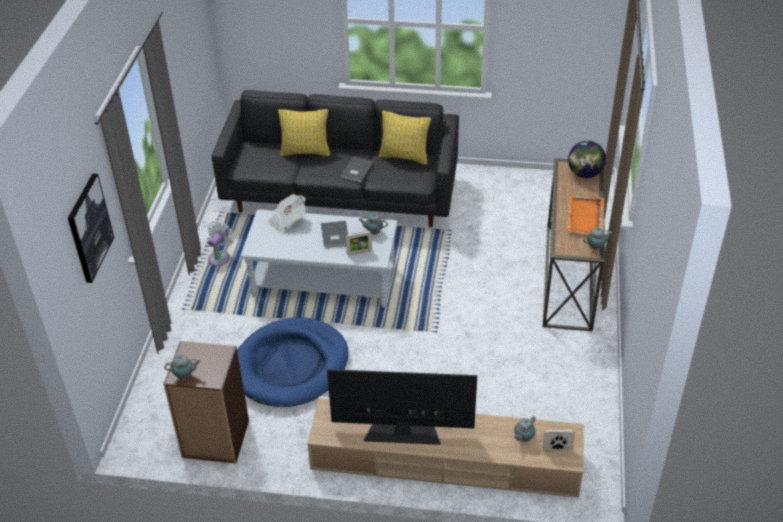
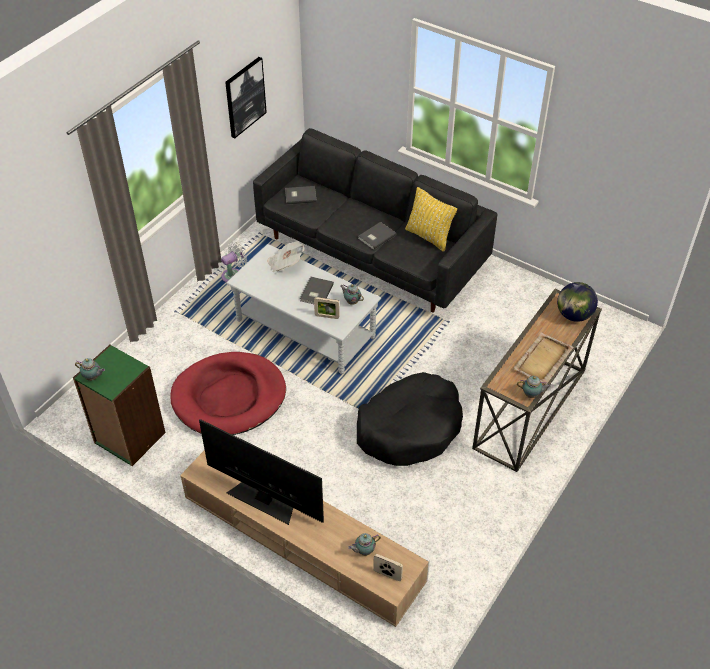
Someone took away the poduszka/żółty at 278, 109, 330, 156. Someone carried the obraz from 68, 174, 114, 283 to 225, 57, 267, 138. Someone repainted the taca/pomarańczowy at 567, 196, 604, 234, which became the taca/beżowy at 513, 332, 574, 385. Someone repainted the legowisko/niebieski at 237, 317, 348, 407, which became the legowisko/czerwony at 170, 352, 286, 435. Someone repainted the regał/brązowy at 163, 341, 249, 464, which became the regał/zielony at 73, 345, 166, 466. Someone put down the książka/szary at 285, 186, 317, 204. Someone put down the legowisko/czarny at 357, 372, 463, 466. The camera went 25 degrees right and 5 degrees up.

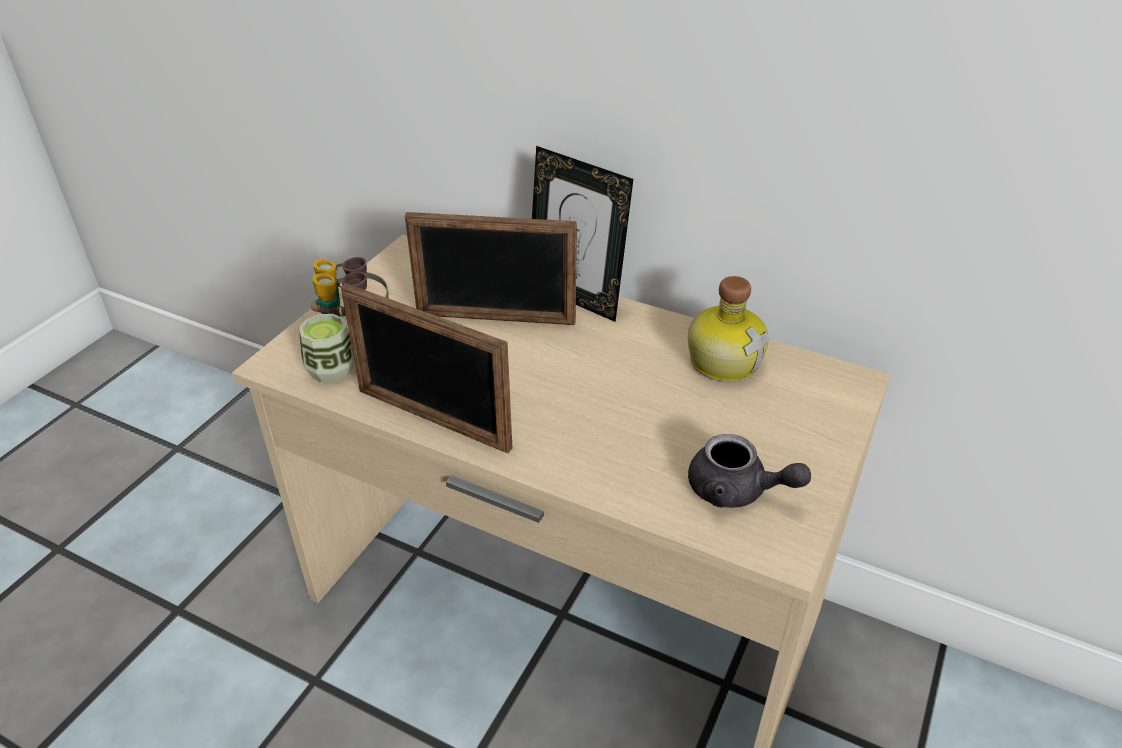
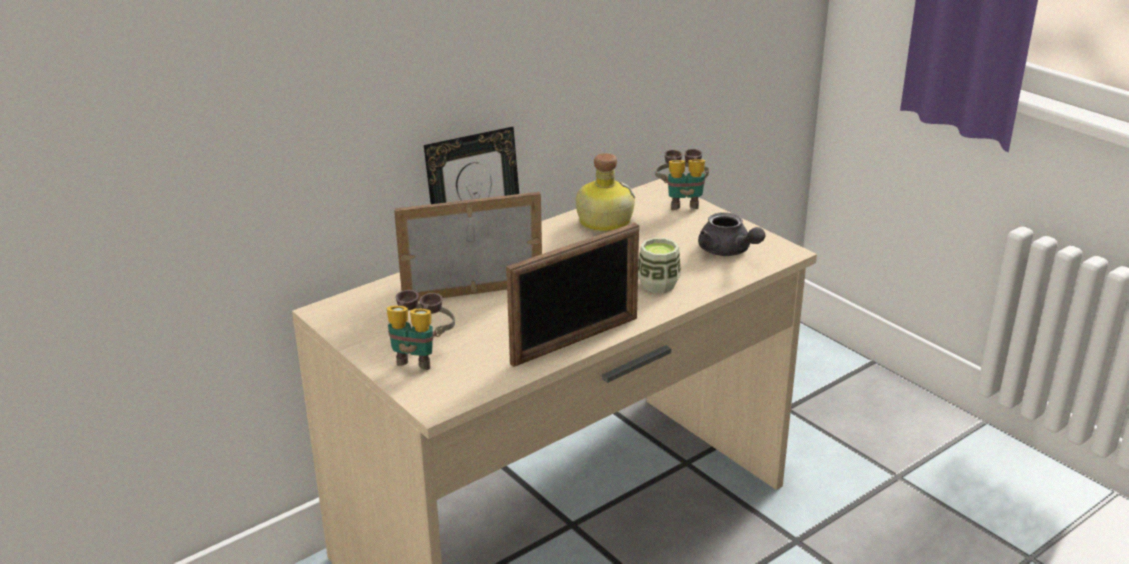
Someone rotated the ramka na zdjęcie at 405, 212, 577, 325 by 135 degrees counterclockwise. Someone carried the filiżanka from 299, 314, 354, 383 to 638, 238, 681, 293. Someone rotated the imbryk/szary at 688, 434, 811, 508 by 90 degrees clockwise. Someone put down the lornetka at 655, 149, 709, 210. The camera went 65 degrees left and 10 degrees down.

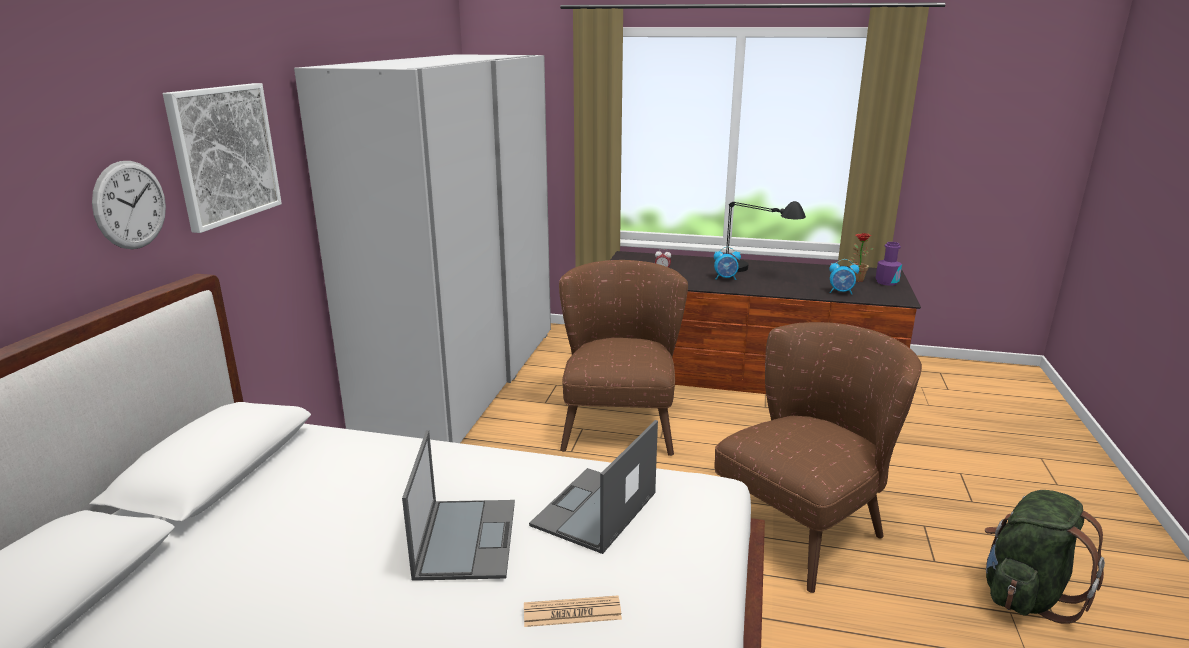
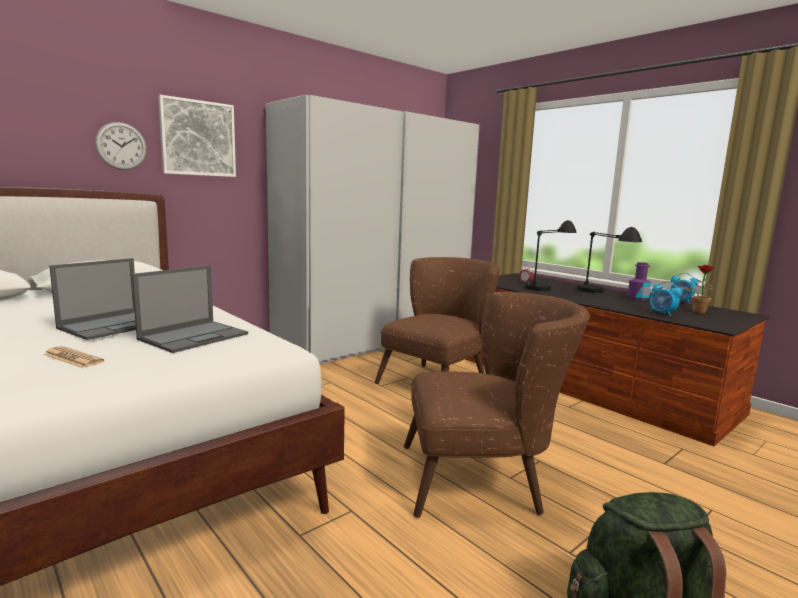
Someone carried the butelka/fioletowy from 876, 242, 902, 286 to 628, 262, 651, 300. Someone carried the budzik from 714, 247, 741, 280 to 670, 273, 698, 304. Someone rotated the laptop at 529, 420, 658, 554 by 150 degrees clockwise. Someone put down the lampa stołowa/czarny at 525, 220, 577, 291. The camera went 35 degrees right and 10 degrees down.

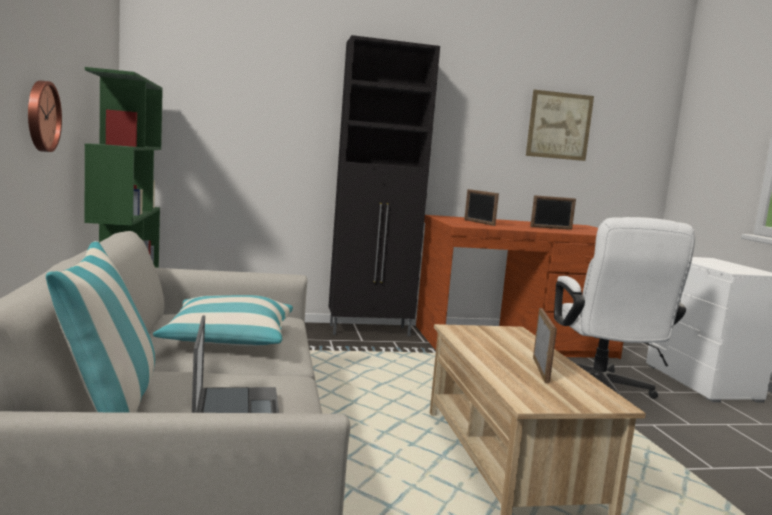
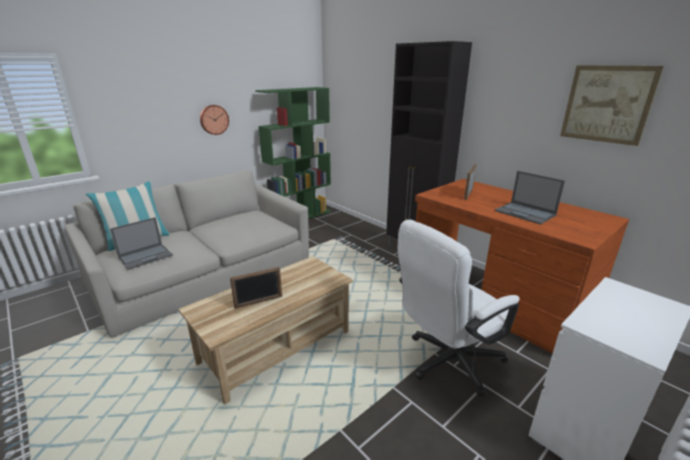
Someone swapped the ramka na zdjęcie at 530, 195, 576, 230 for the laptop at 495, 171, 565, 225. Someone took away the poduszka at 153, 295, 293, 346. The camera went 60 degrees right and 15 degrees up.

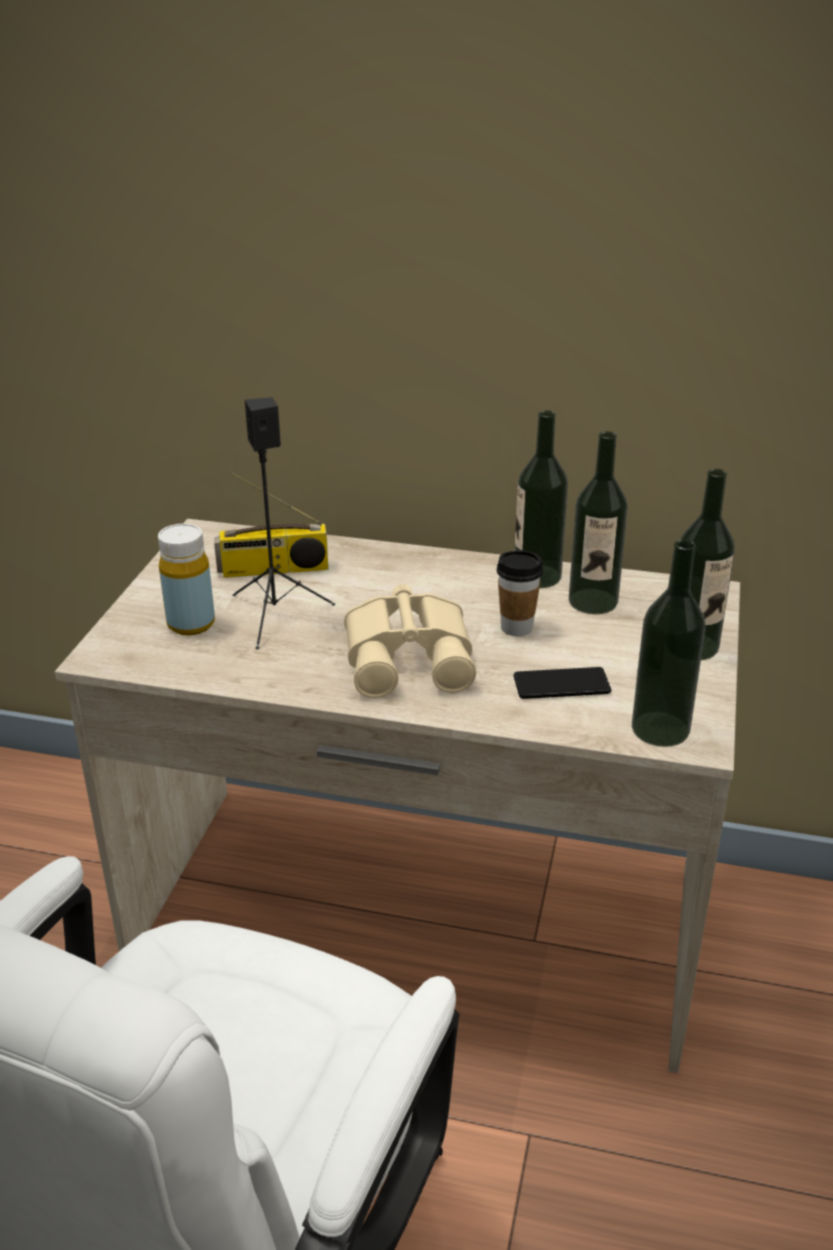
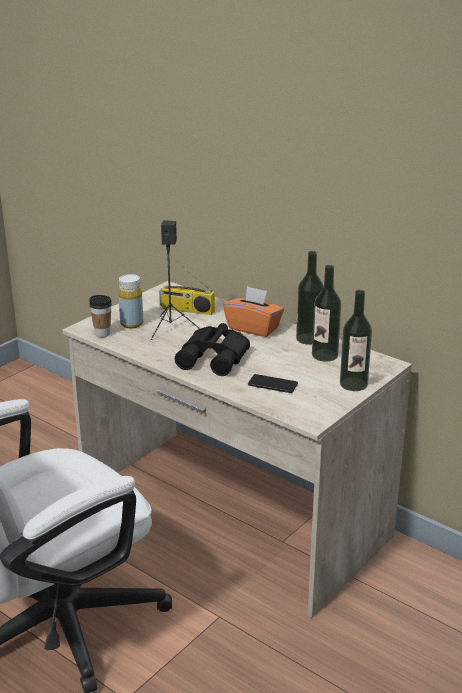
Someone took away the butelka at 632, 539, 706, 747. Someone carried the filiżanka from 497, 550, 543, 636 to 89, 295, 112, 337. Someone repainted the lornetka/beżowy at 344, 584, 476, 698, which became the lornetka/czarny at 175, 323, 250, 376. Someone put down the pudełko chusteczek/pomarańczowy at 223, 286, 284, 337. The camera went 25 degrees right and 5 degrees down.

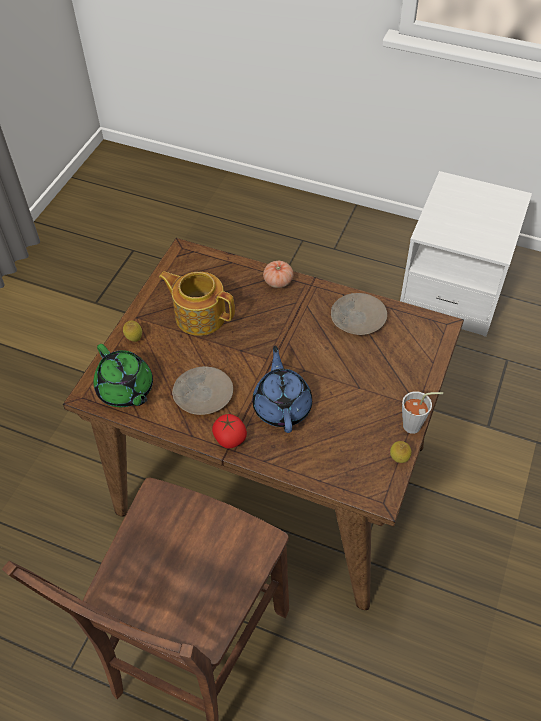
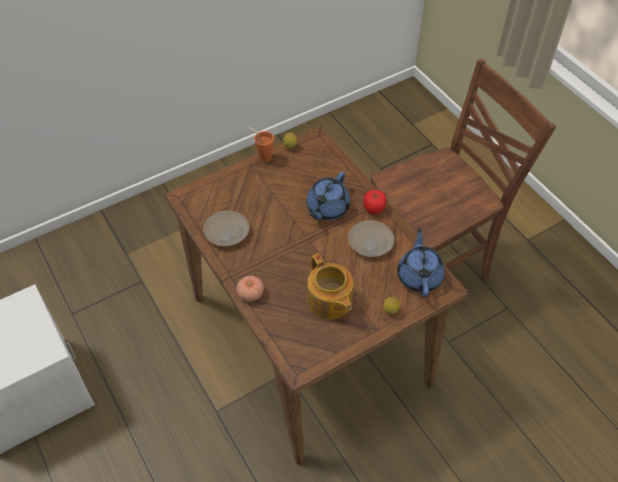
Someone repainted the imbryk/zielony at 93, 344, 153, 407, which became the imbryk/niebieski at 397, 228, 445, 297. Someone repainted the filiżanka/szary at 402, 391, 443, 434, which became the filiżanka/pomarańczowy at 249, 127, 274, 162. The camera went 145 degrees left and 0 degrees up.

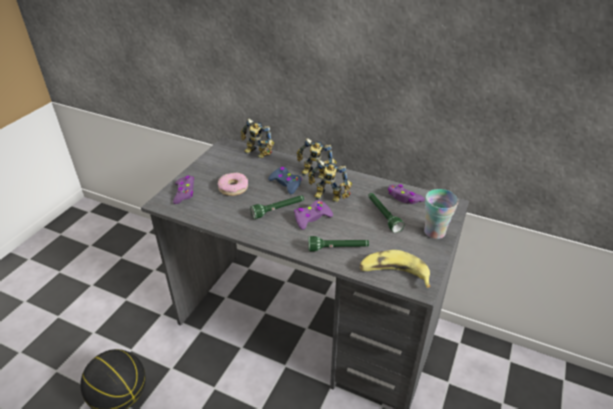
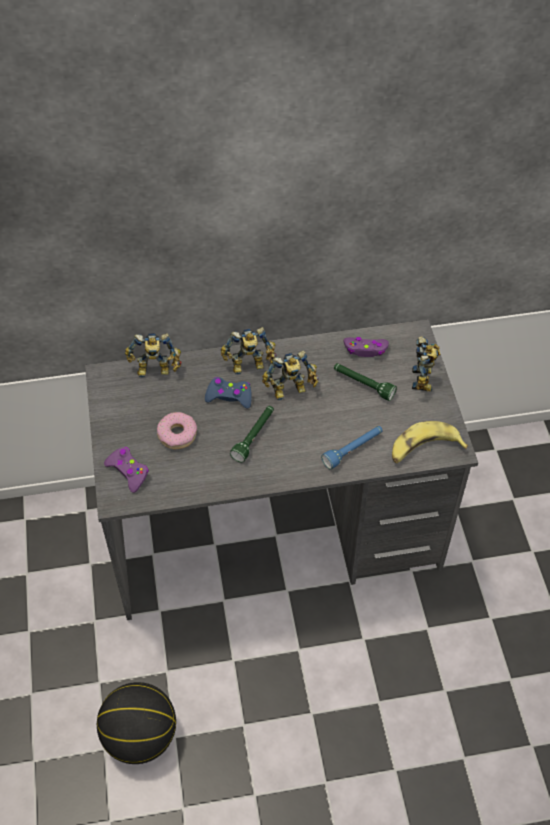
Someone swapped the filiżanka at 424, 189, 458, 239 for the robot zabawkowy at 412, 337, 440, 392. Someone took away the pad do gier/fioletowy at 294, 200, 333, 230. Someone repainted the latarka/zielony at 308, 236, 369, 251, which became the latarka/niebieski at 321, 426, 383, 469. The camera went 35 degrees left and 15 degrees up.

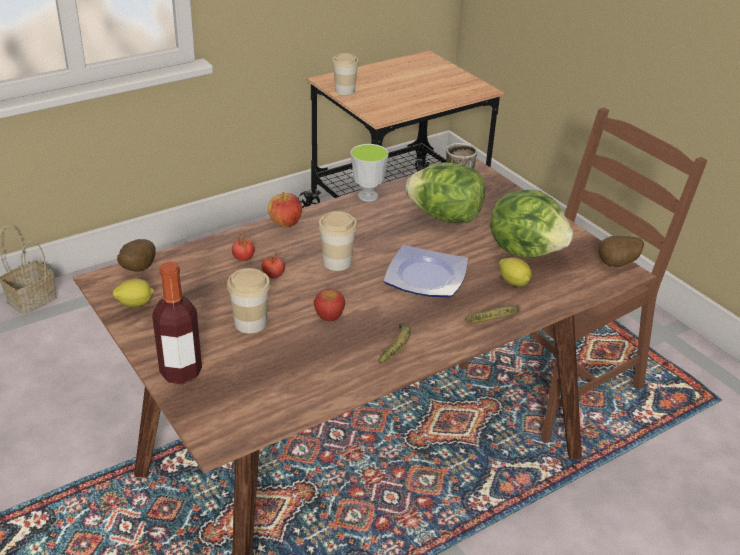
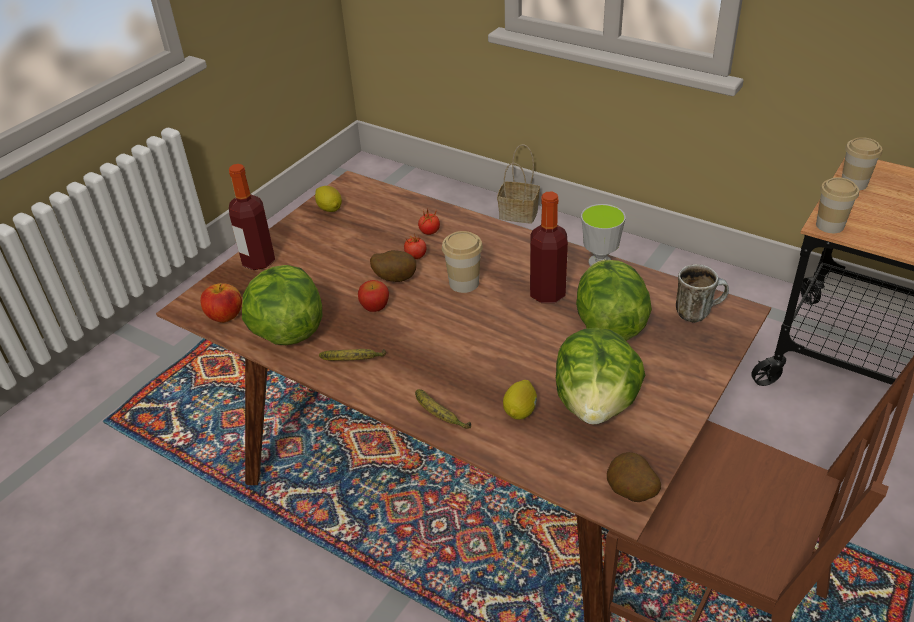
Someone carried the jabłko from 268, 192, 302, 228 to 200, 283, 242, 323. Someone carried the ziemniak from 117, 239, 156, 272 to 370, 250, 416, 282. Someone took away the talerz at 384, 245, 468, 298. Someone carried the filiżanka from 227, 268, 271, 333 to 816, 177, 859, 233. Someone put down the butelka at 530, 192, 568, 303. Someone put down the sałata at 242, 265, 322, 345. The camera went 70 degrees right and 5 degrees up.

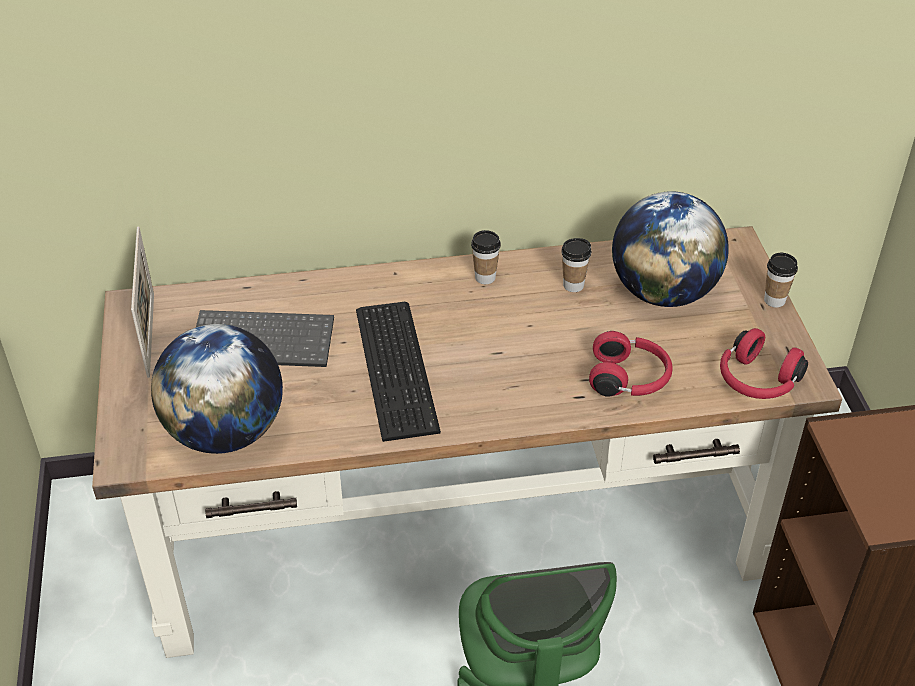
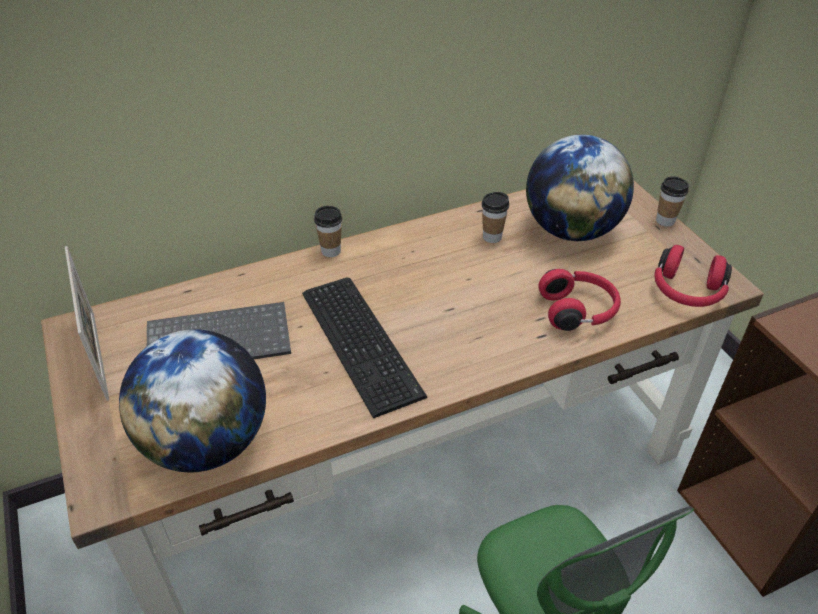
Someone carried the filiżanka from 471, 230, 501, 284 to 314, 206, 342, 257. The camera went 15 degrees left and 0 degrees up.

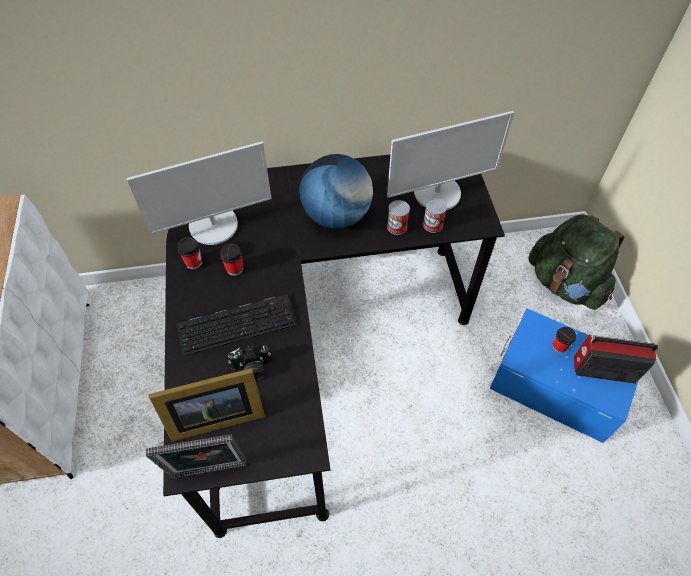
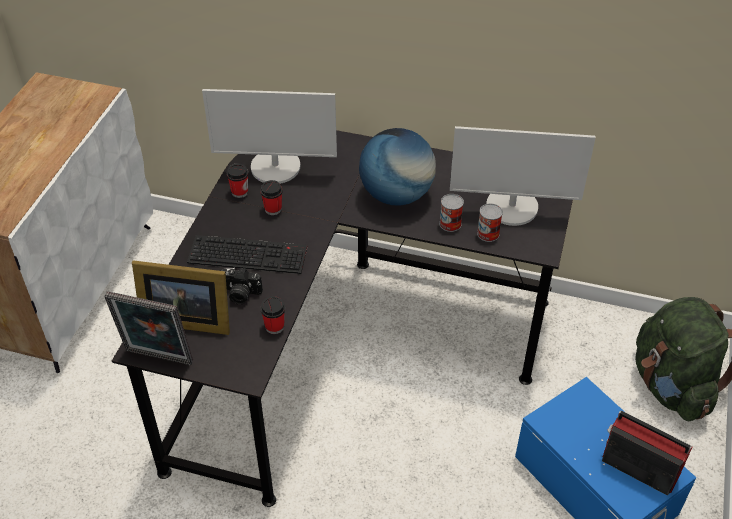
Someone carried the filiżanka from 552, 327, 576, 353 to 260, 296, 285, 334. The camera went 25 degrees right and 10 degrees down.

